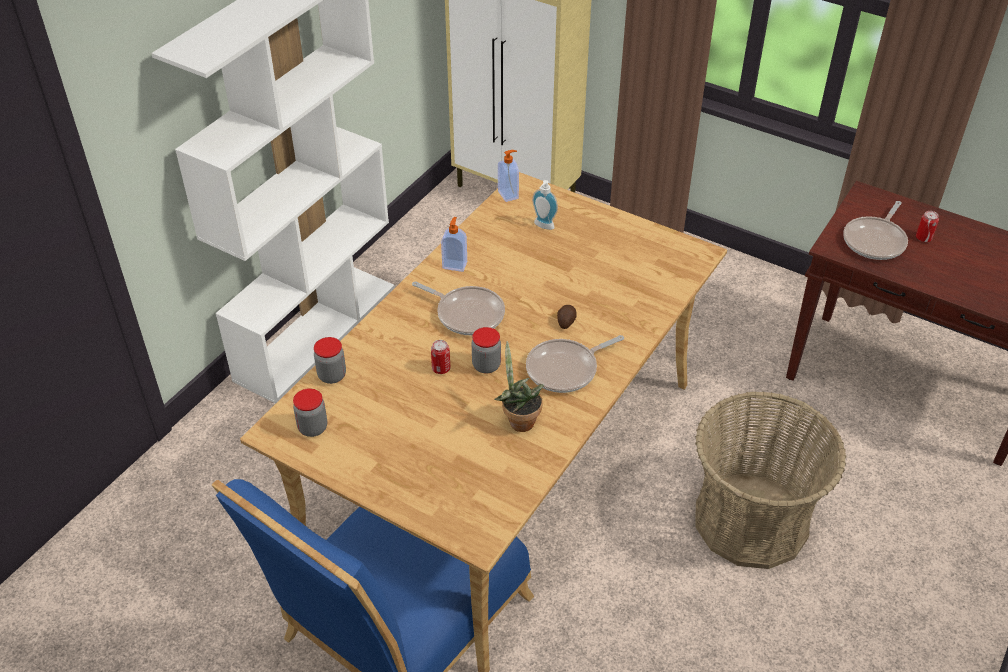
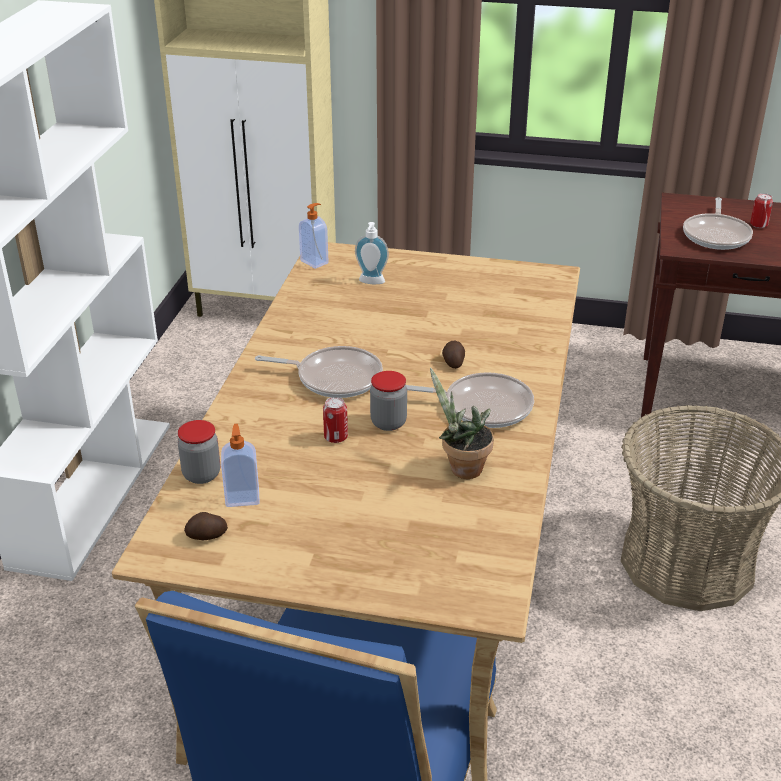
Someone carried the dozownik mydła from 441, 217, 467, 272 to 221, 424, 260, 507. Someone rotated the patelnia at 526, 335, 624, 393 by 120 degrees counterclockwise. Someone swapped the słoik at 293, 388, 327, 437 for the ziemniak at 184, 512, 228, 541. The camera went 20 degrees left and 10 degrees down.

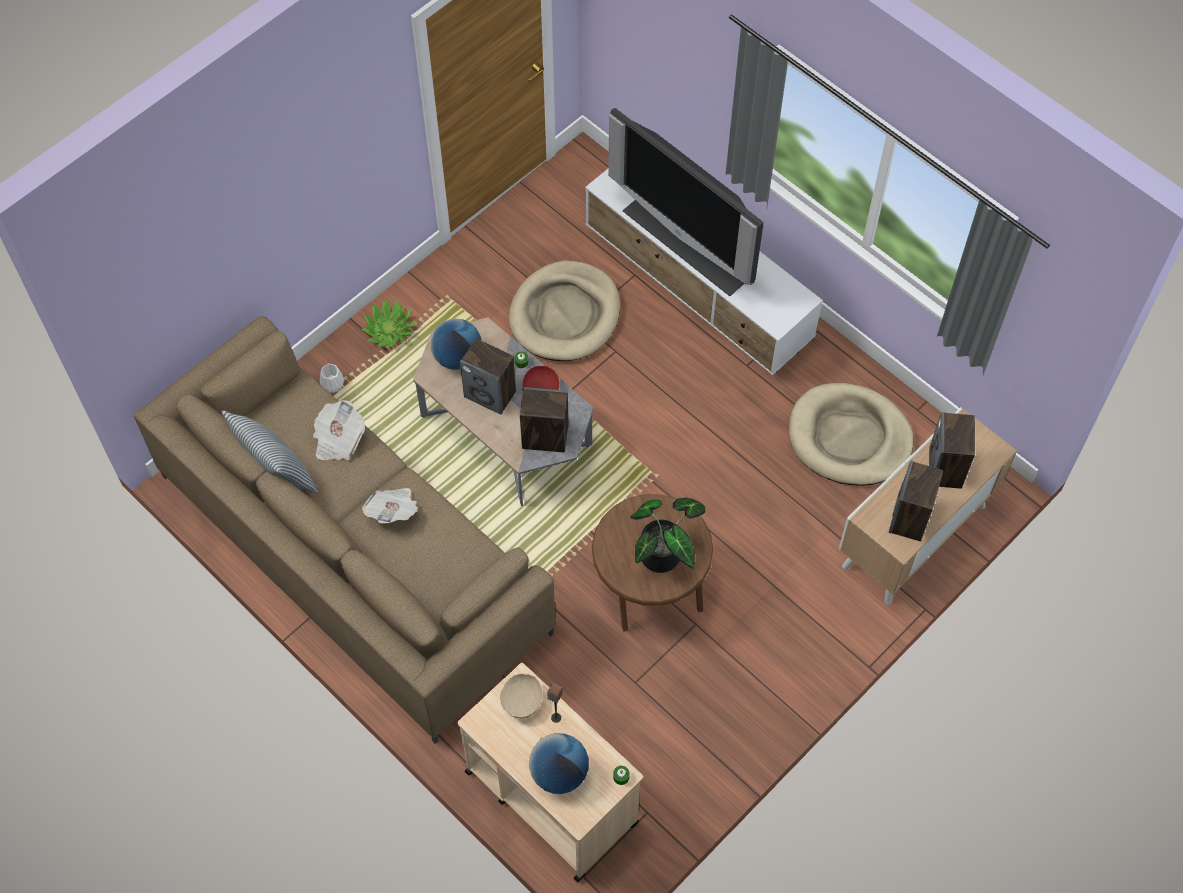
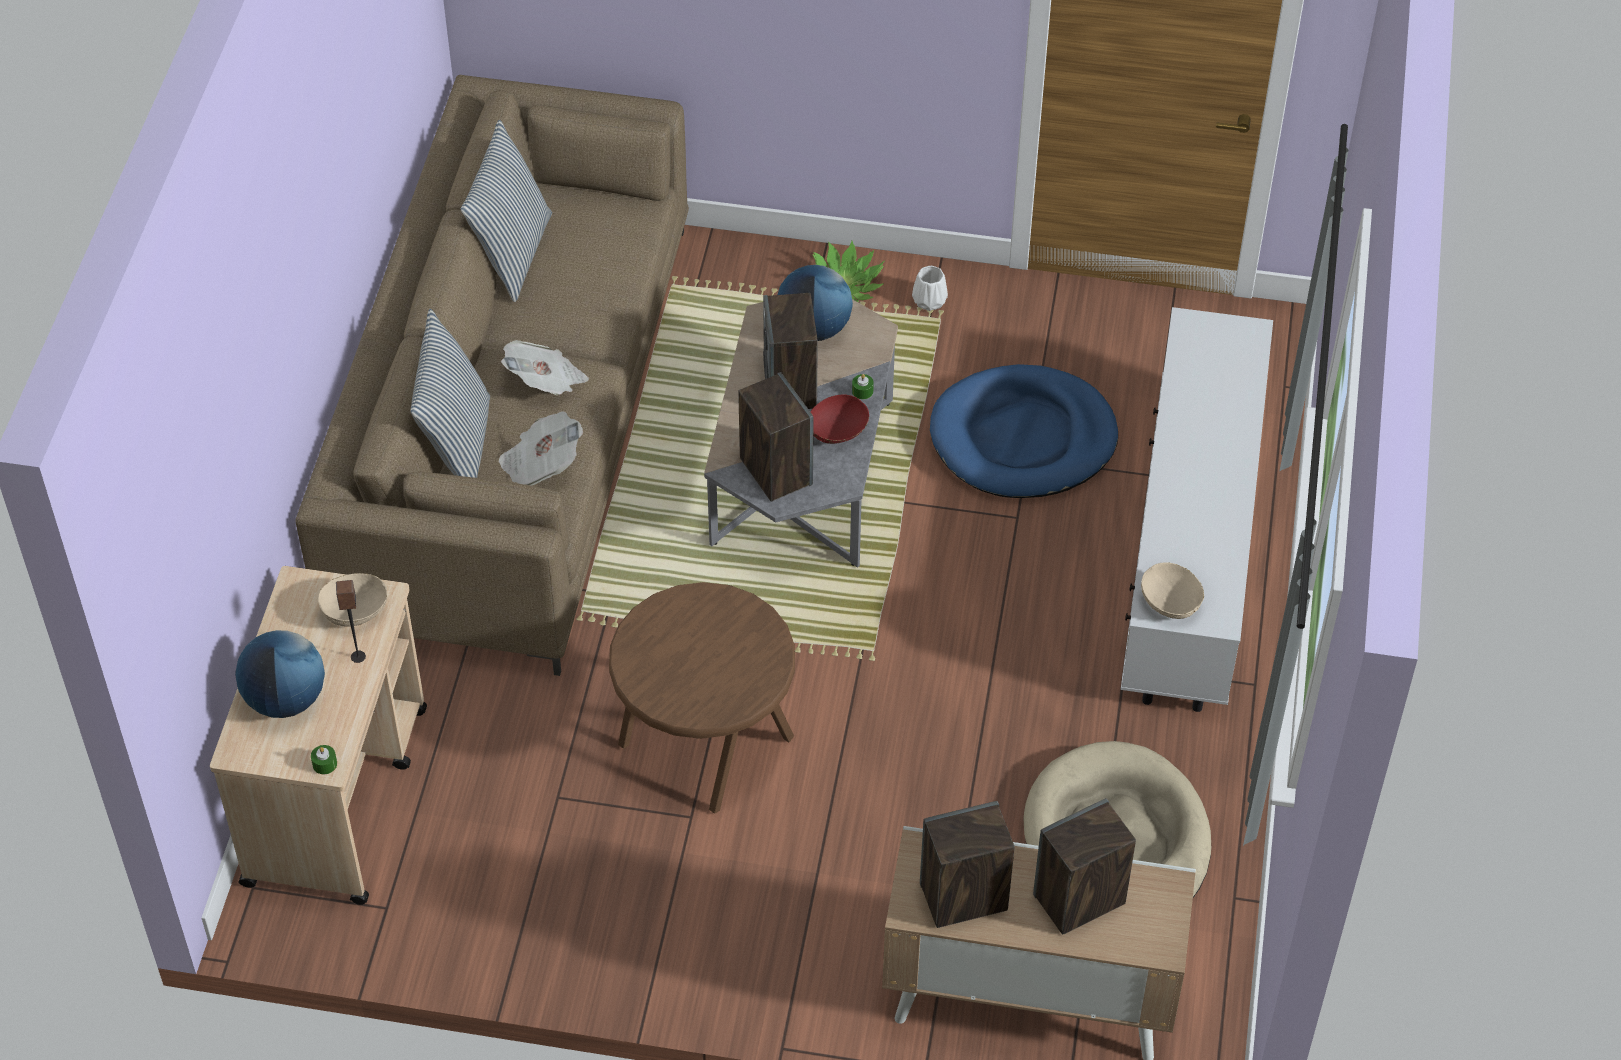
Someone took away the telewizor at 608, 108, 764, 296. Someone repainted the legowisko/beżowy at 509, 260, 620, 361, which became the legowisko/niebieski at 930, 364, 1118, 498. Someone carried the wazon/biały from 320, 364, 344, 393 to 912, 266, 948, 311. Someone carried the gazeta from 313, 400, 365, 460 to 498, 411, 583, 486. Someone took away the roślina doniczkowa at 630, 497, 705, 573. Someone put down the poduszka at 410, 309, 490, 478. Someone put down the miska/beżowy at 1141, 562, 1204, 619. The camera went 55 degrees right and 10 degrees down.

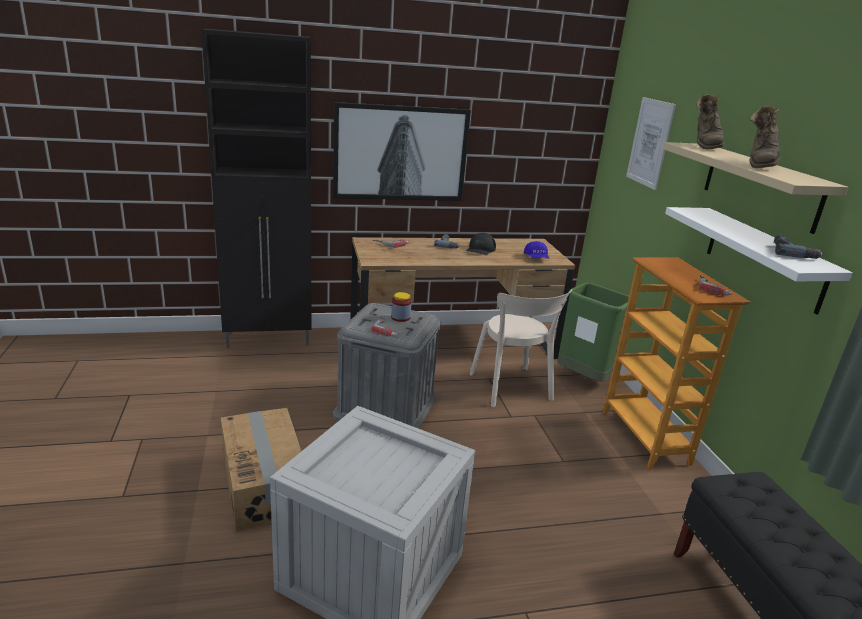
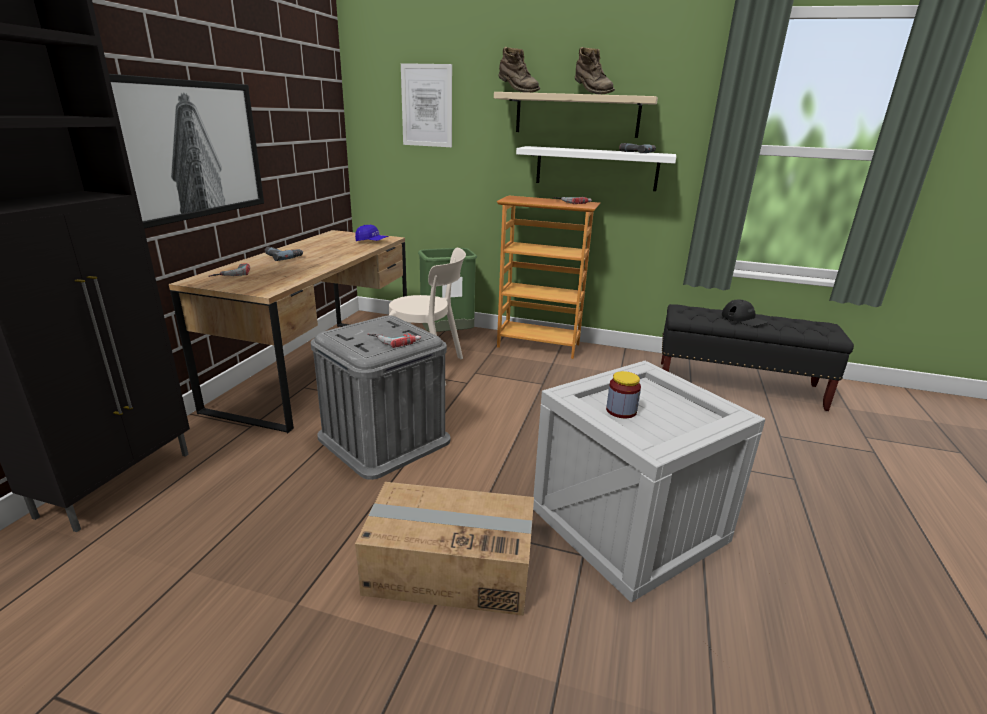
Someone carried the czapka z daszkiem/czarny from 466, 233, 496, 255 to 722, 300, 768, 326. Someone carried the słoik from 391, 292, 412, 322 to 606, 371, 641, 418. The camera went 60 degrees left and 0 degrees up.

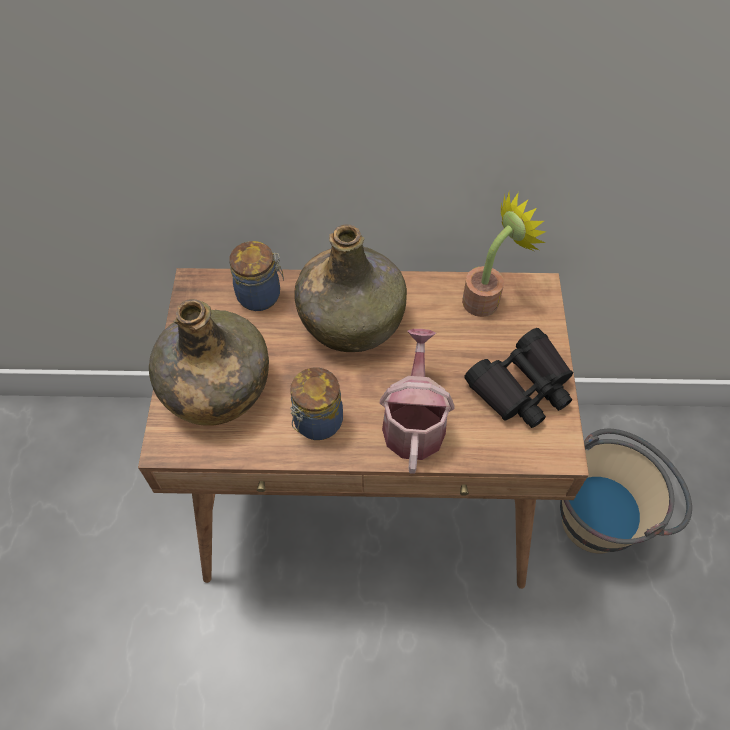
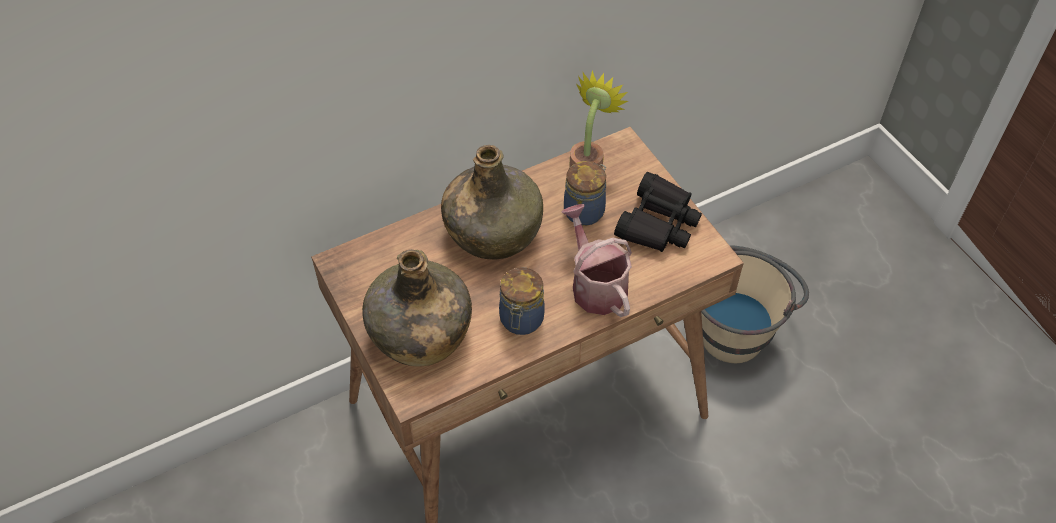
Someone carried the słoik from 229, 241, 284, 311 to 564, 161, 606, 226. The camera went 30 degrees left and 5 degrees down.

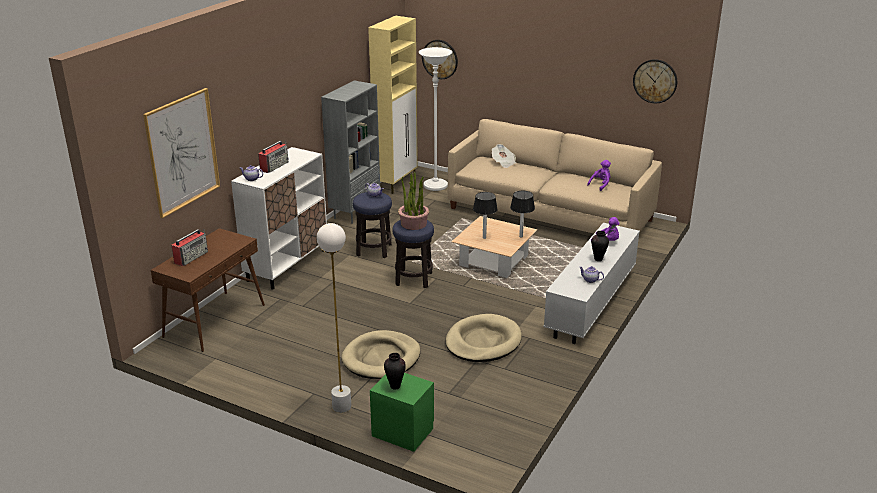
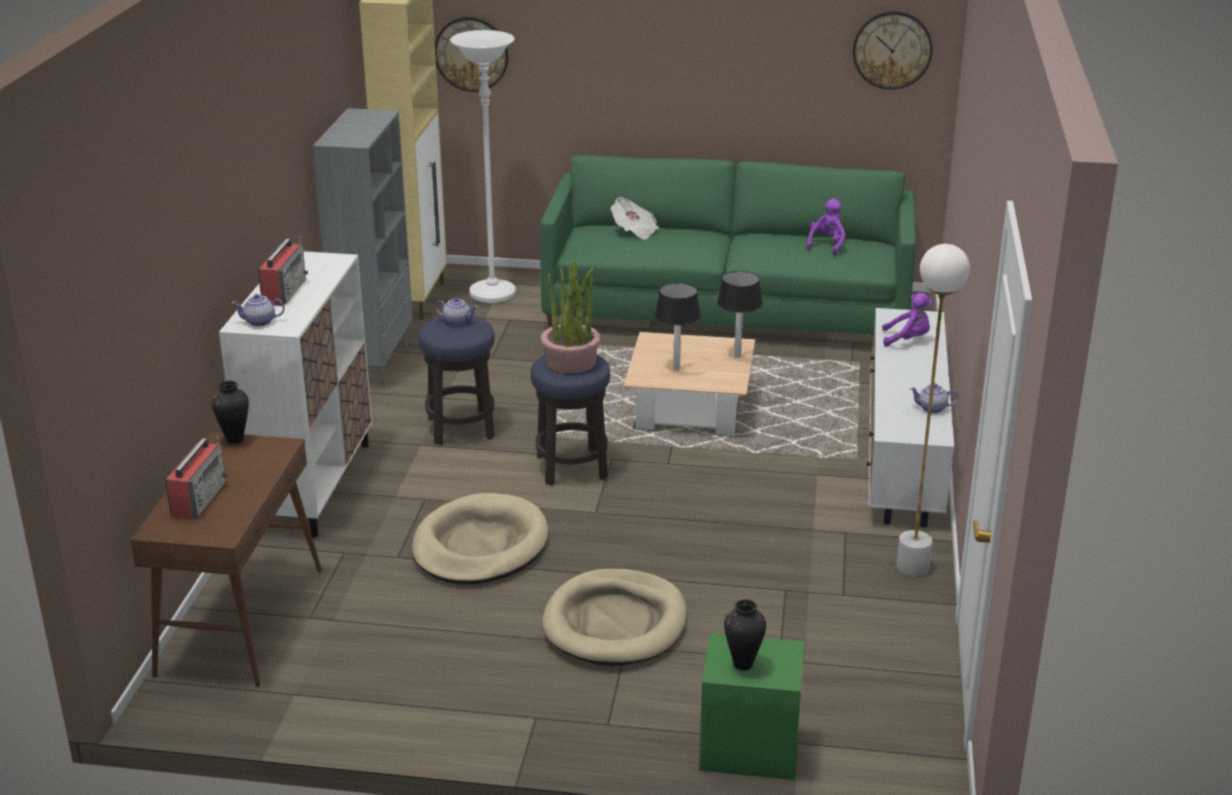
Someone took away the obraz at 143, 88, 220, 218. Someone repainted the kanapa/beżowy at 448, 119, 662, 234, which became the kanapa/zielony at 540, 155, 916, 335. Someone carried the lampa stojąca/biały from 316, 223, 351, 413 to 896, 244, 970, 577. Someone carried the wazon from 591, 231, 609, 261 to 212, 381, 249, 444. Someone carried the legowisko/beżowy from 446, 314, 522, 362 to 412, 493, 548, 585. The camera went 20 degrees left and 0 degrees up.

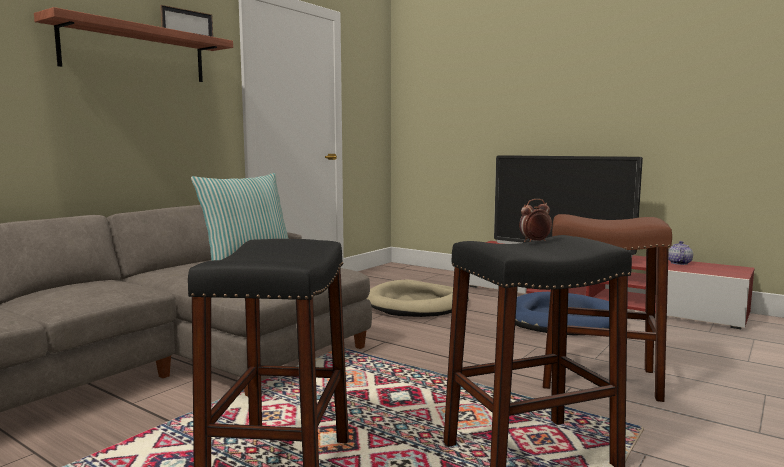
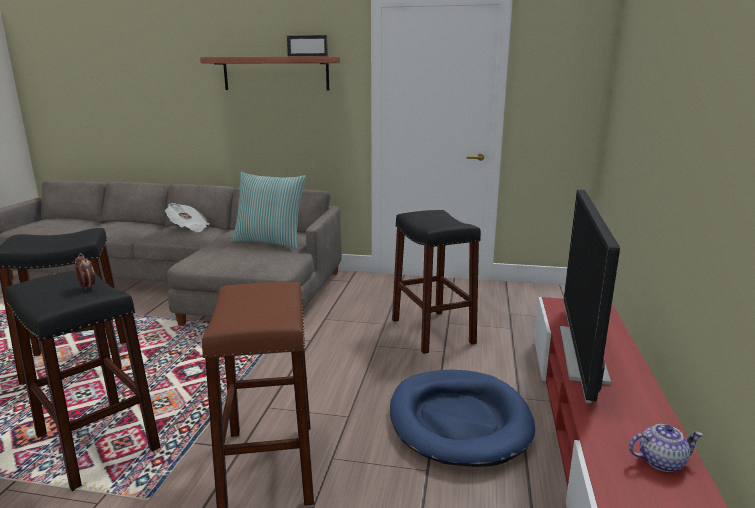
Someone swapped the legowisko/beżowy at 366, 279, 469, 317 for the stołek/czarny at 392, 210, 481, 354. Someone put down the gazeta at 165, 203, 209, 232. The camera went 65 degrees right and 10 degrees up.

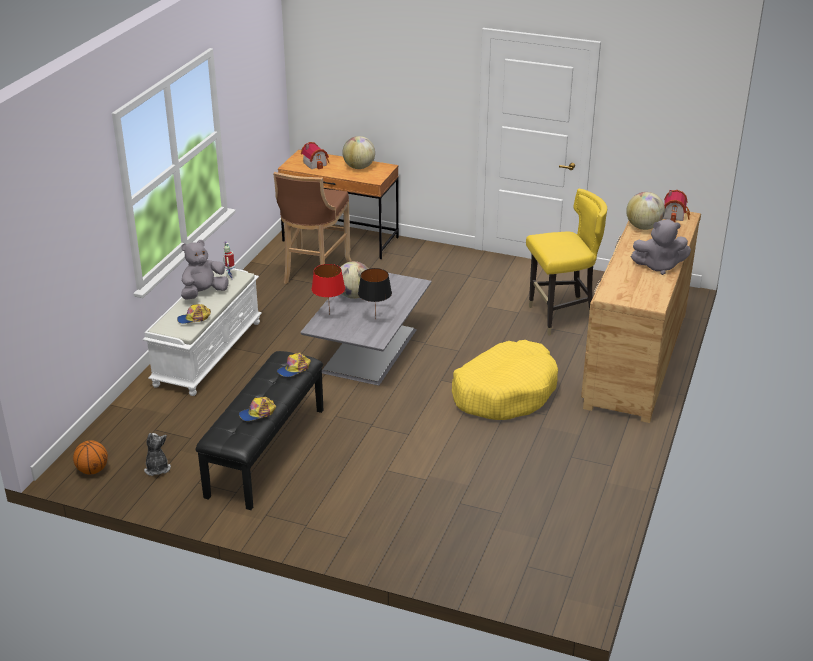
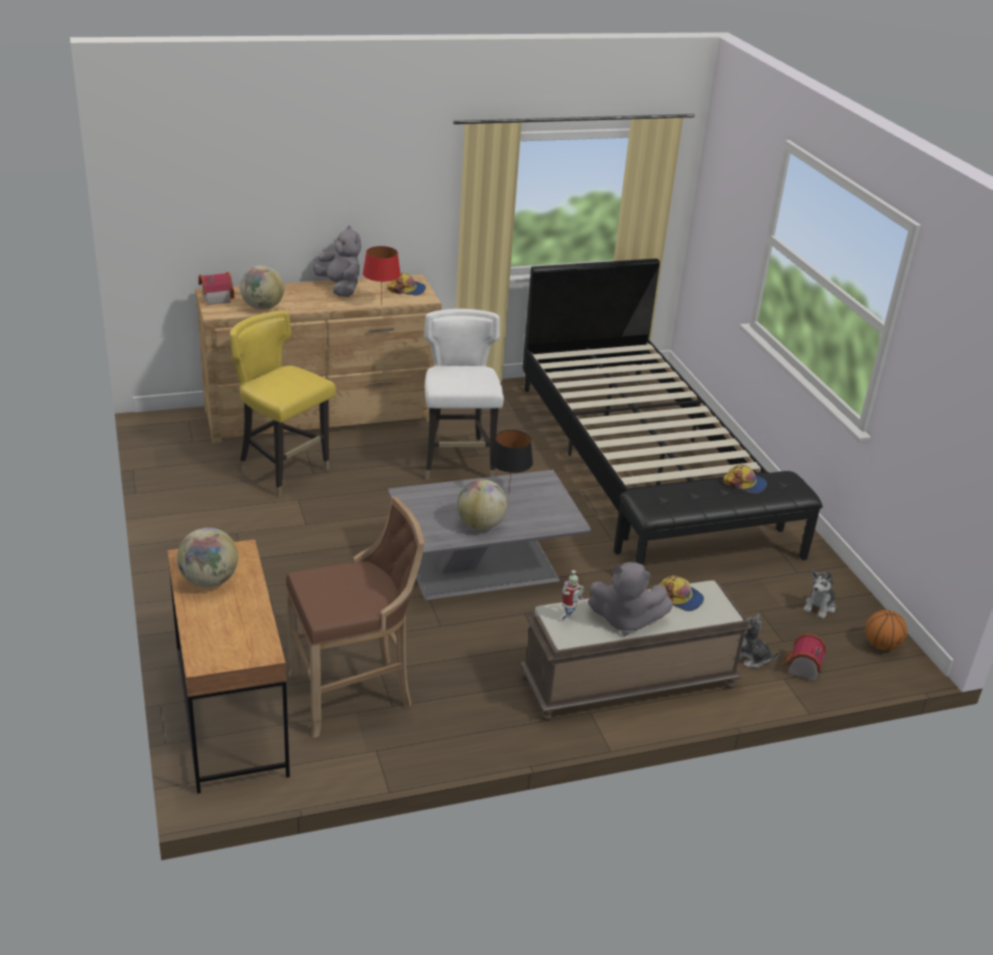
Someone carried the domek from 301, 142, 329, 169 to 781, 634, 826, 682. Someone carried the lampa stołowa/czerwony from 311, 264, 345, 315 to 363, 246, 401, 306. Someone repainted the ławka/biały at 143, 268, 262, 396, which became the ławka/brązowy at 520, 580, 752, 721. Someone swapped the legowisko/żółty at 452, 340, 558, 420 for the krzesło/biały at 424, 309, 504, 479. Someone carried the czapka z daszkiem from 277, 353, 311, 377 to 387, 273, 426, 295. Someone put down the łóżko/czarny at 523, 258, 769, 540. Someone put down the pluszak at 739, 613, 780, 668. The camera went 130 degrees left and 0 degrees up.

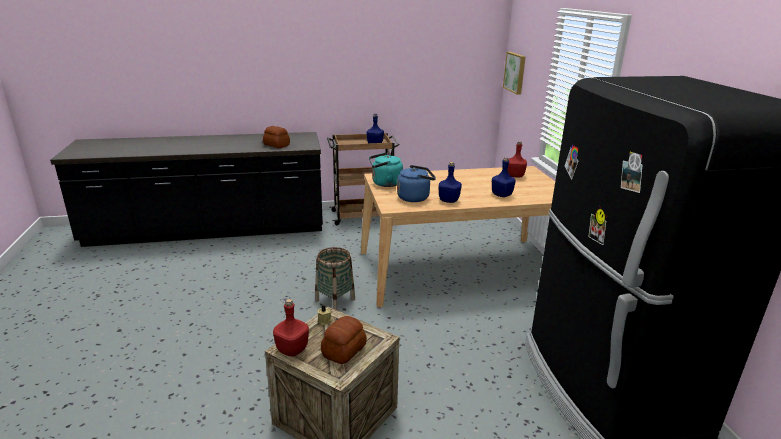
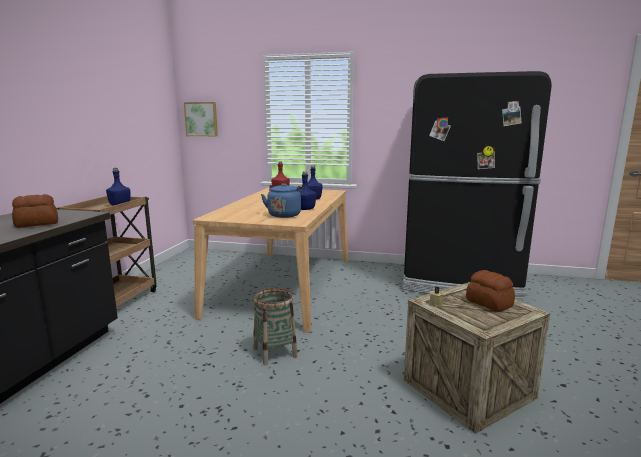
Someone took away the czajnik/turkusowy at 369, 153, 403, 187. Someone took away the butelka/czerwony at 273, 299, 309, 356. The camera went 65 degrees left and 10 degrees down.

